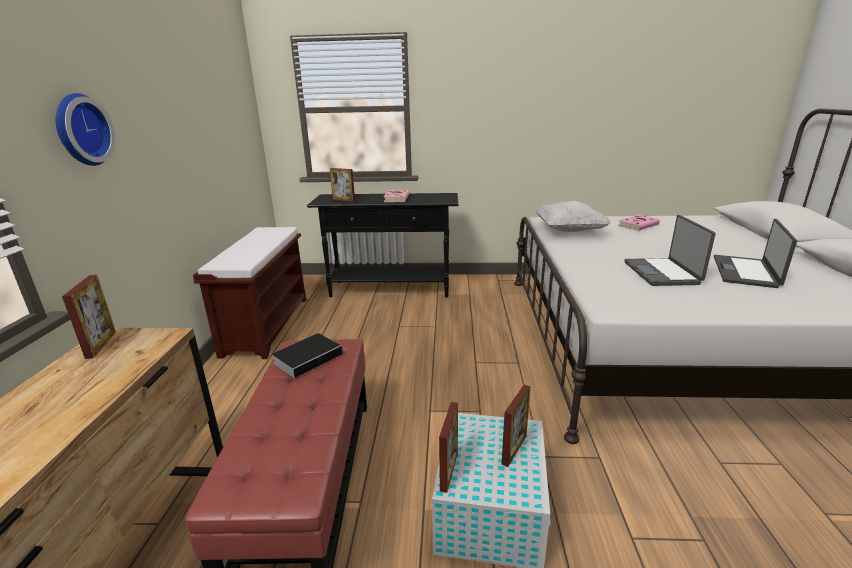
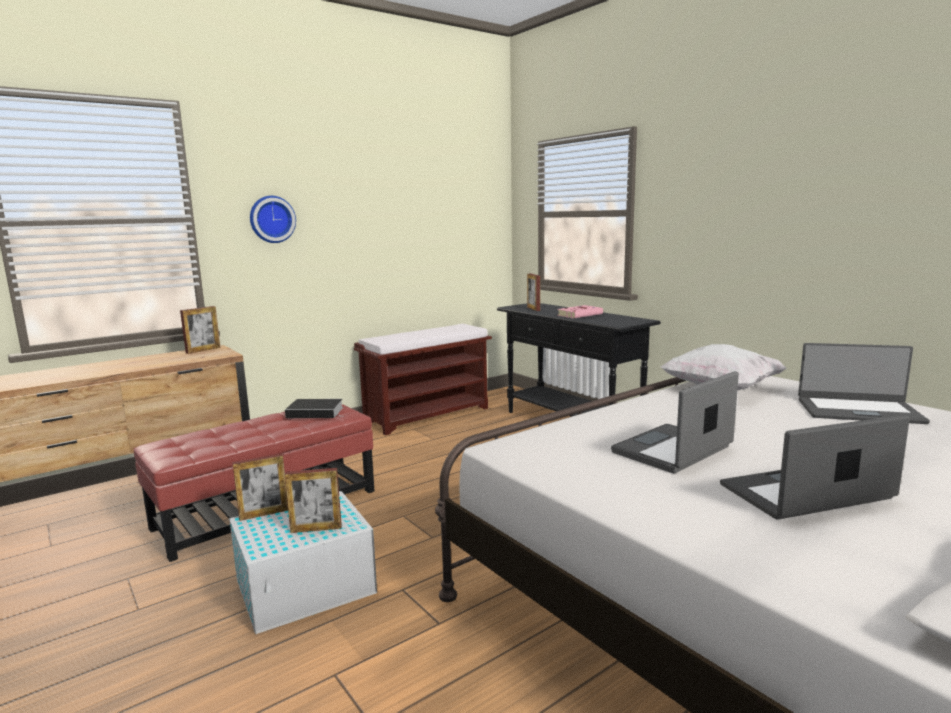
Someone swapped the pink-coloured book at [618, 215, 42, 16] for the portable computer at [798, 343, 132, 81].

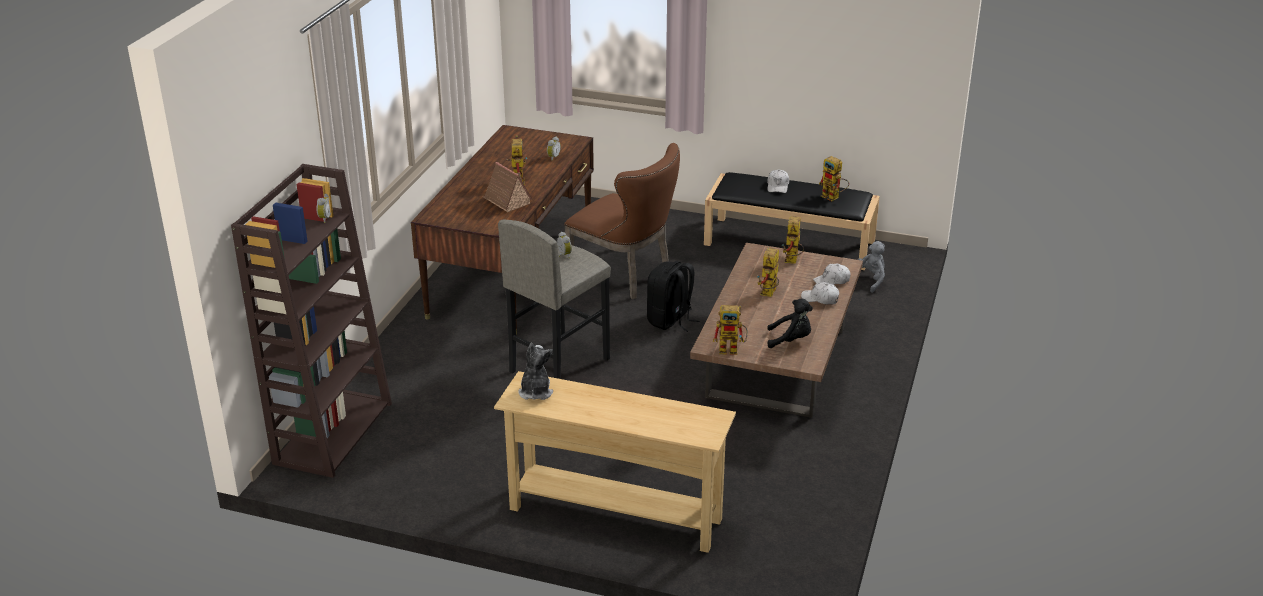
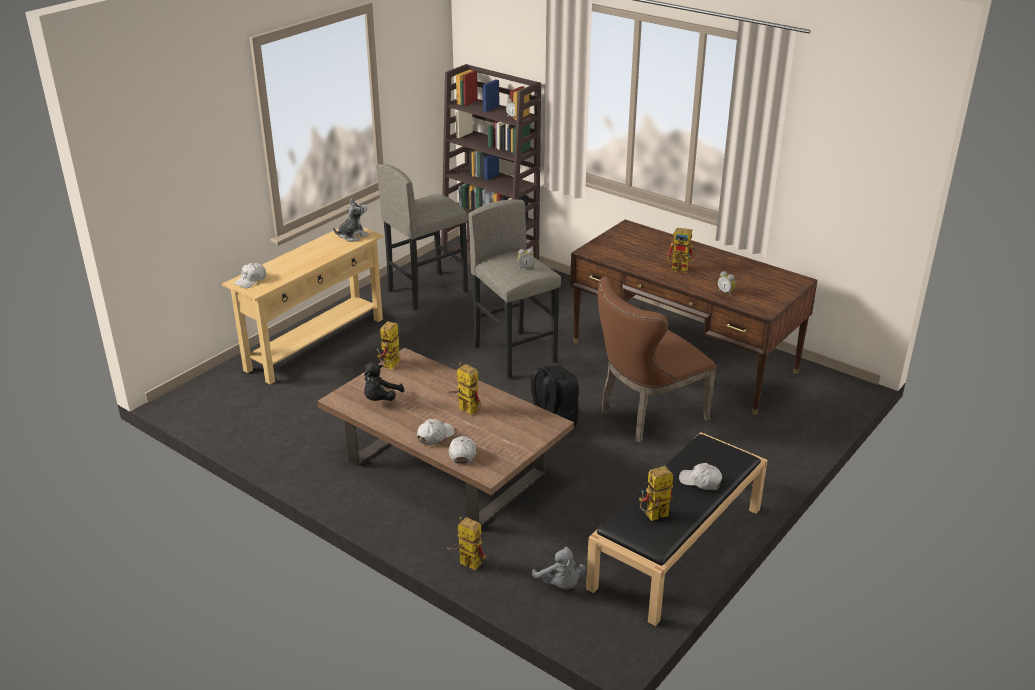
Someone put down the white baseball cap at [234, 263, 32, 25].
Someone rotated the plush toy at [518, 343, 35, 57] by 60 degrees counterclockwise.
Someone put down the grey stool seat at [376, 164, 92, 147].
Someone carried the toy robot from [782, 216, 22, 48] to [447, 517, 39, 54].
Someone took away the miniature house at [483, 162, 50, 50].

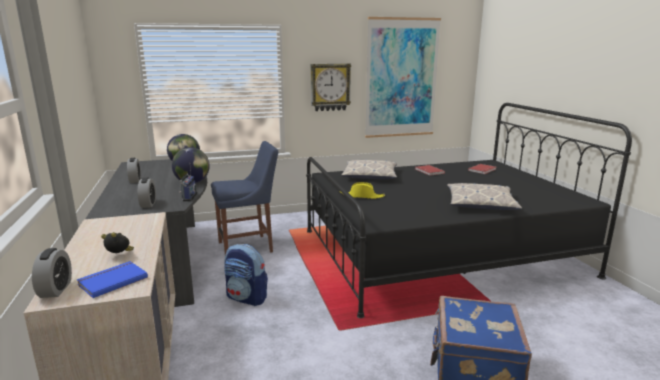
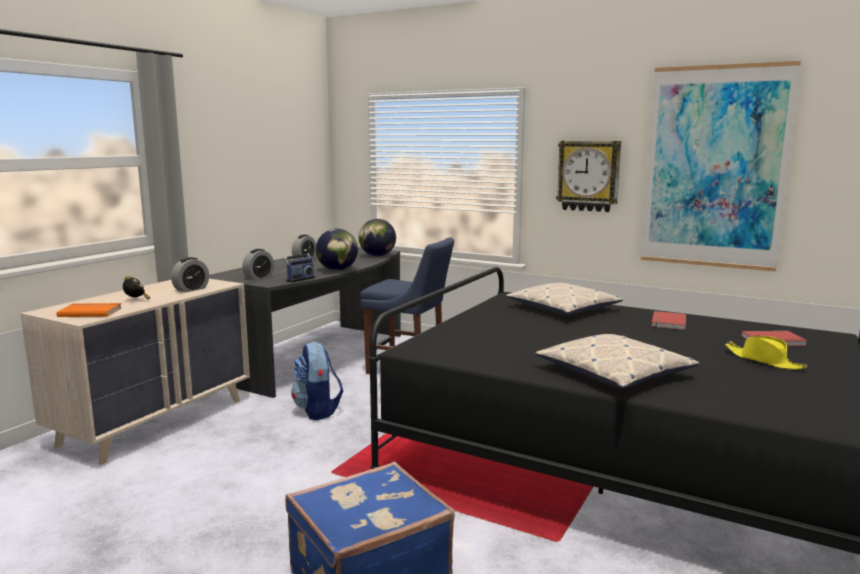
Someone repainted the blue book at [77, 261, 71, 37], which became the orange-coloured book at [56, 303, 66, 14].
Someone carried the table clock from [32, 248, 40, 50] to [171, 257, 38, 36].
Someone carried the yellow-coloured hat from [339, 182, 46, 17] to [725, 335, 82, 35].

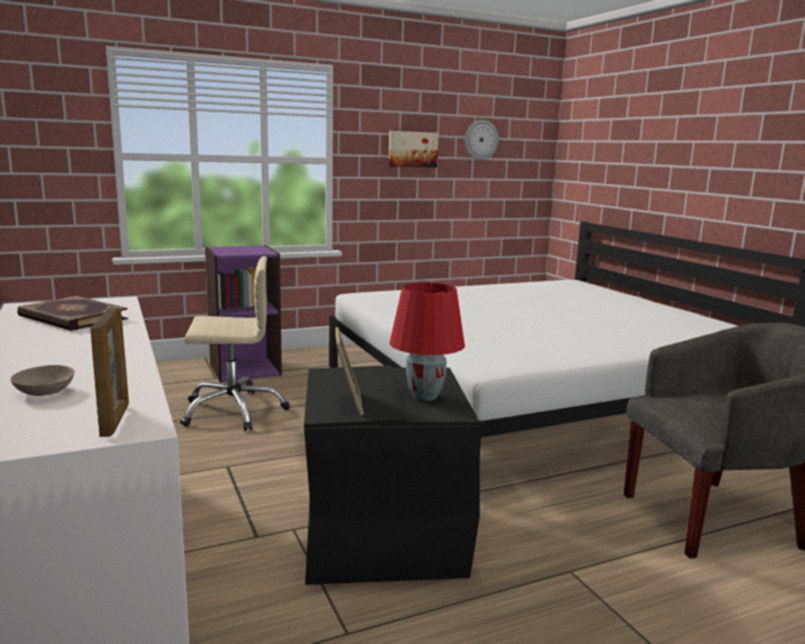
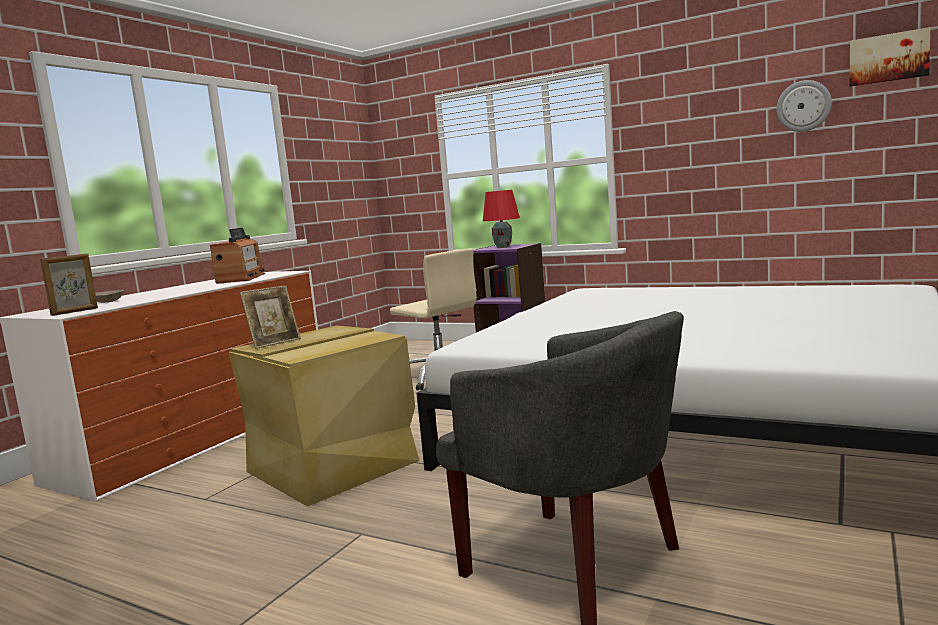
Someone swapped the book at [17, 296, 111, 35] for the radio receiver at [210, 228, 55, 56].
Someone repainted the black-coloured storage container at [304, 365, 176, 220], which became the beige-coloured storage container at [229, 326, 190, 181].
Someone carried the red tabletop lamp from [390, 283, 75, 118] to [483, 190, 37, 58].
Someone carried the wall picture from [388, 131, 51, 37] to [850, 27, 80, 60].

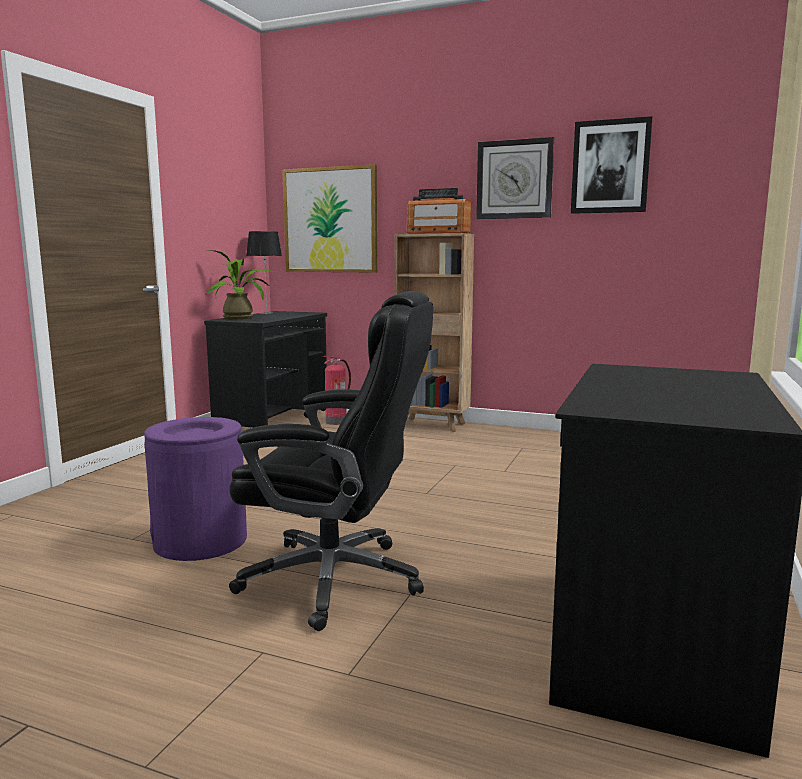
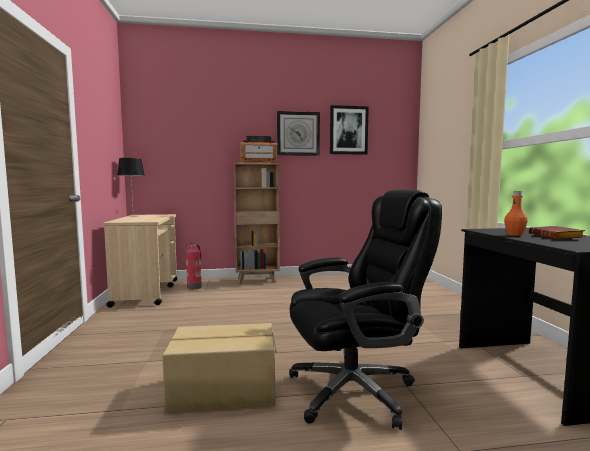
Someone repainted the black-coloured trolley at [204, 311, 123, 117], which became the beige-coloured trolley at [103, 214, 75, 94].
Someone swapped the purple-coloured rubbish bin at [144, 417, 103, 144] for the cardboard box at [162, 323, 113, 90].
Someone put down the orange-coloured bottle at [504, 191, 24, 45].
Someone put down the brown-coloured book at [529, 226, 56, 13].
Someone took away the houseplant at [205, 250, 70, 70].
Someone took away the wall picture at [282, 164, 95, 109].

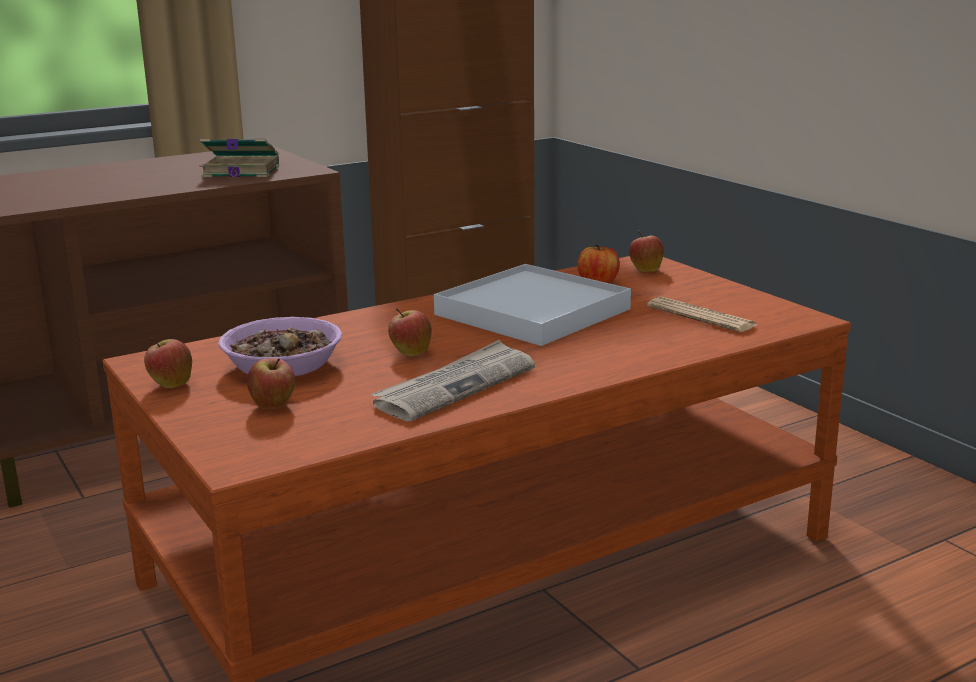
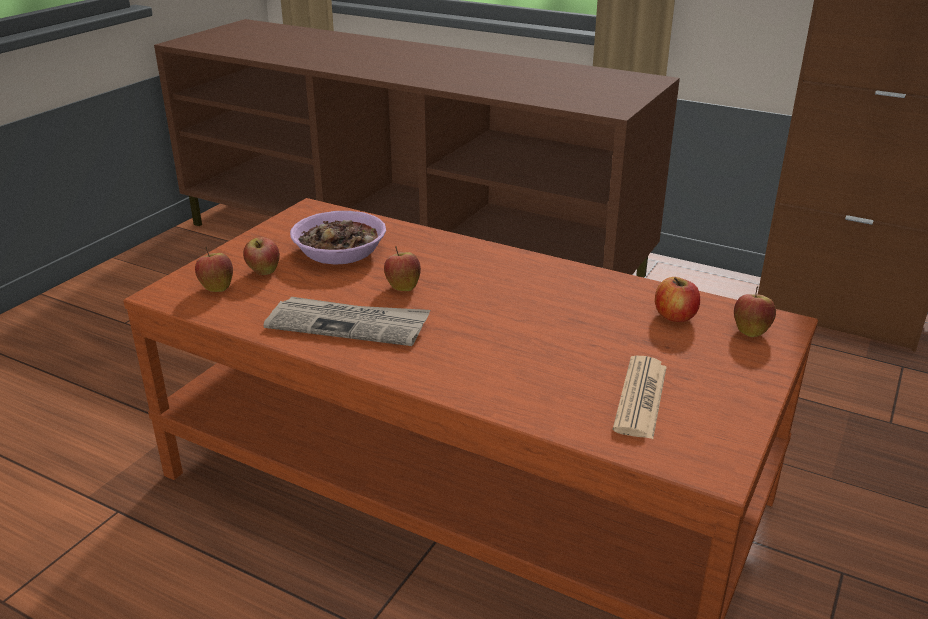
Someone carried the apple fruit from [144, 337, 48, 51] to [195, 247, 38, 45].
Someone took away the book at [200, 139, 79, 38].
Someone took away the white tray at [434, 264, 197, 82].

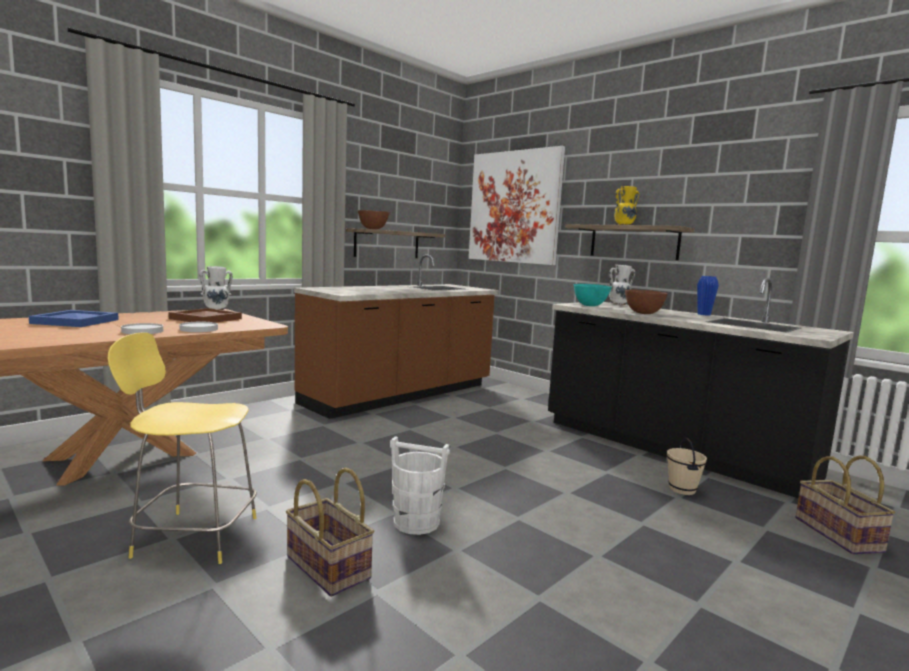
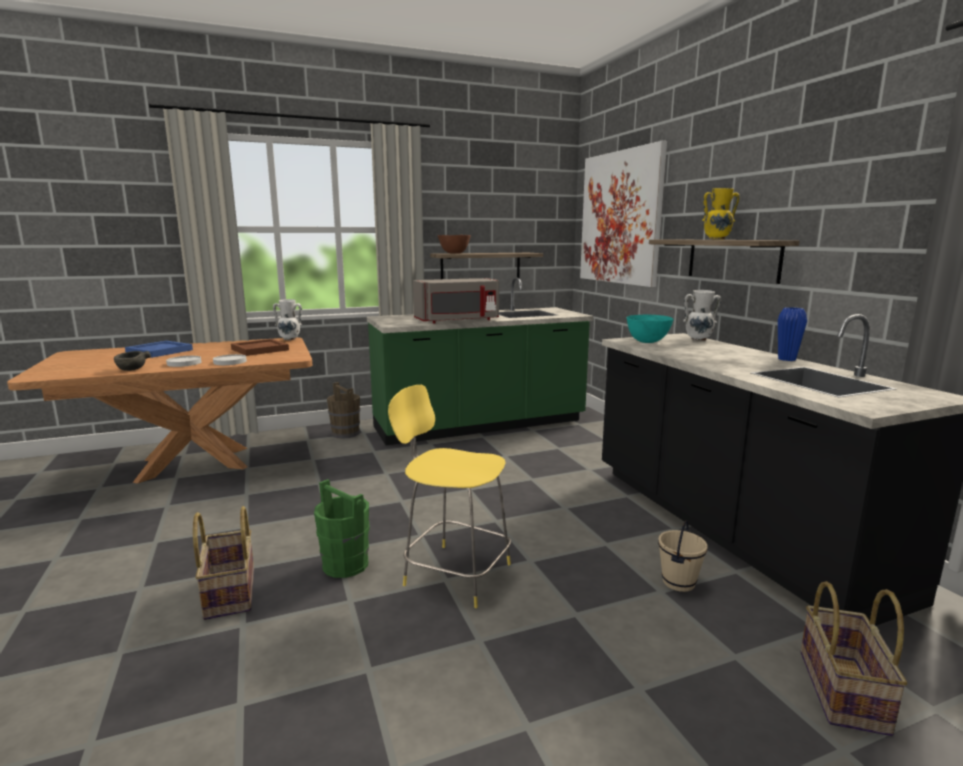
Someone put down the grey deep dish at [114, 351, 37, 20].
Someone repainted the white pail at [390, 436, 60, 99], which became the green pail at [314, 479, 55, 99].
Someone put down the brown-coloured pail at [327, 382, 33, 57].
Someone repainted the brown-coloured counter at [294, 255, 205, 164], which became the green counter at [367, 277, 226, 168].
Someone carried the yellow-coloured stool seat from [108, 332, 149, 232] to [388, 385, 123, 223].
Someone put down the grey microwave at [413, 278, 86, 46].
Someone took away the brown-coloured deep dish at [625, 289, 43, 25].

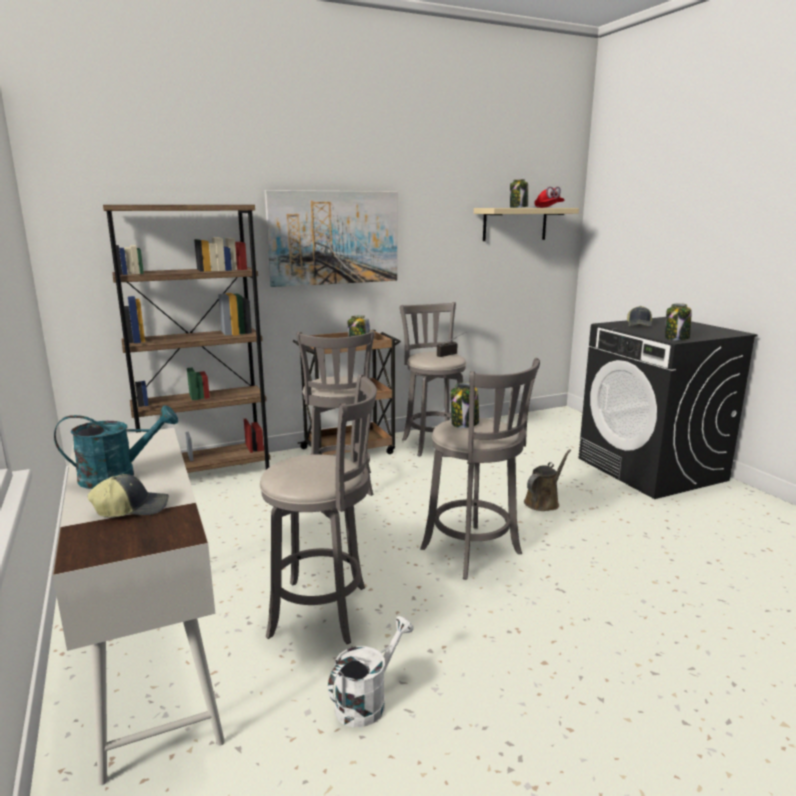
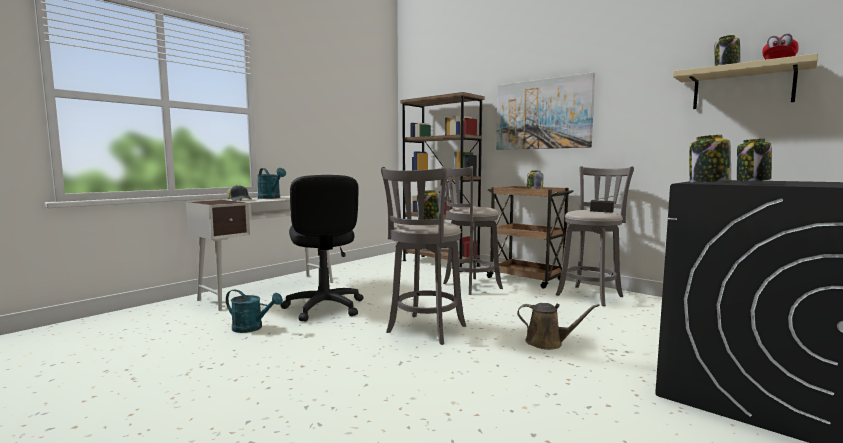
Someone repainted the white sprinkling can at [328, 616, 86, 112], which became the turquoise sprinkling can at [226, 289, 57, 44].
Someone swapped the grey stool seat at [260, 374, 117, 270] for the black-coloured computer chair at [280, 175, 84, 147].
Someone swapped the baseball cap at [627, 306, 25, 20] for the preserve jar at [737, 138, 35, 43].

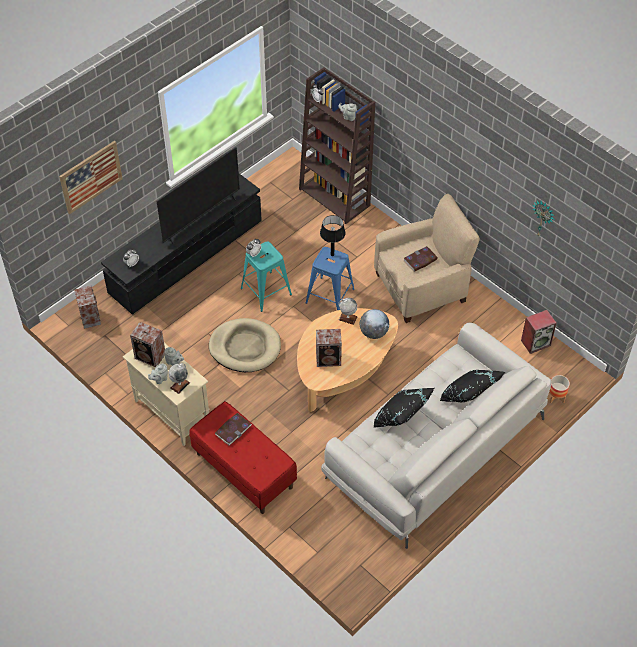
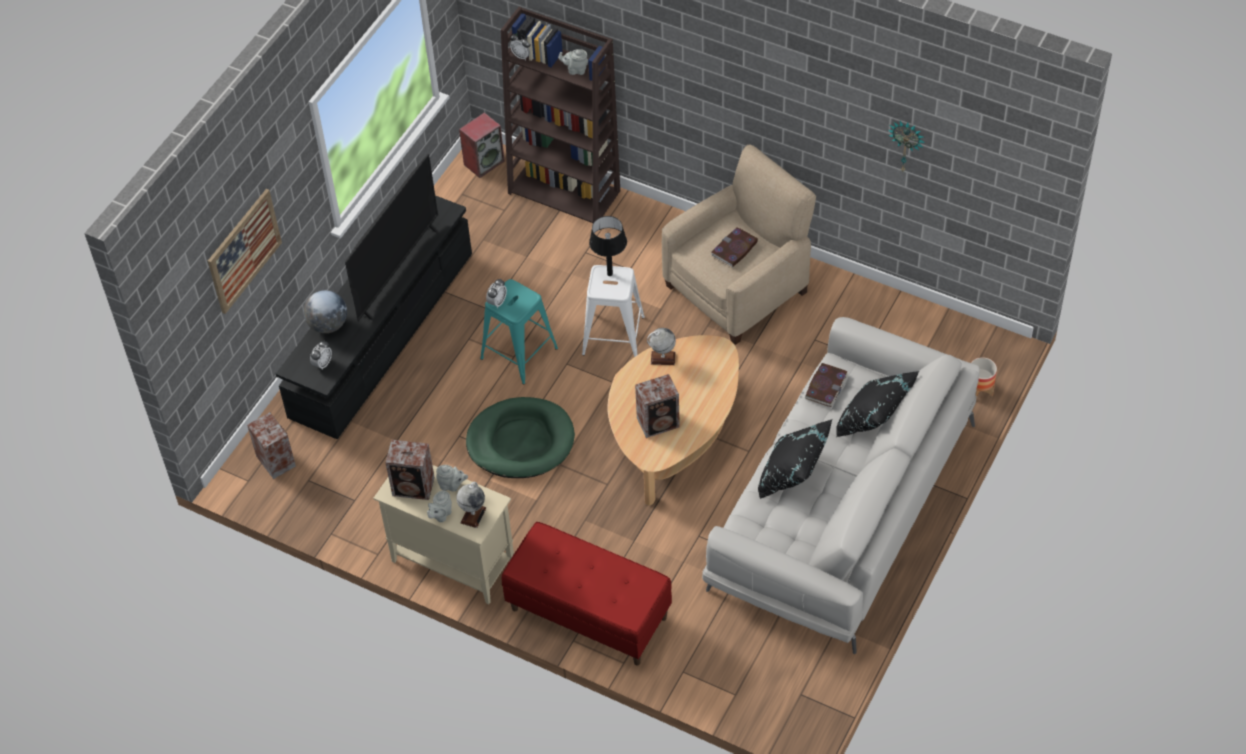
Someone carried the desk globe from [360, 309, 29, 30] to [304, 290, 43, 43].
Someone carried the audio speaker from [521, 310, 35, 44] to [459, 112, 46, 66].
Someone repainted the beige-coloured dog bed at [209, 318, 72, 54], which became the green dog bed at [466, 397, 109, 81].
Someone repainted the blue stool seat at [305, 247, 50, 63], which became the white stool seat at [582, 265, 63, 92].
Someone carried the book from [215, 413, 36, 33] to [805, 363, 43, 44].

